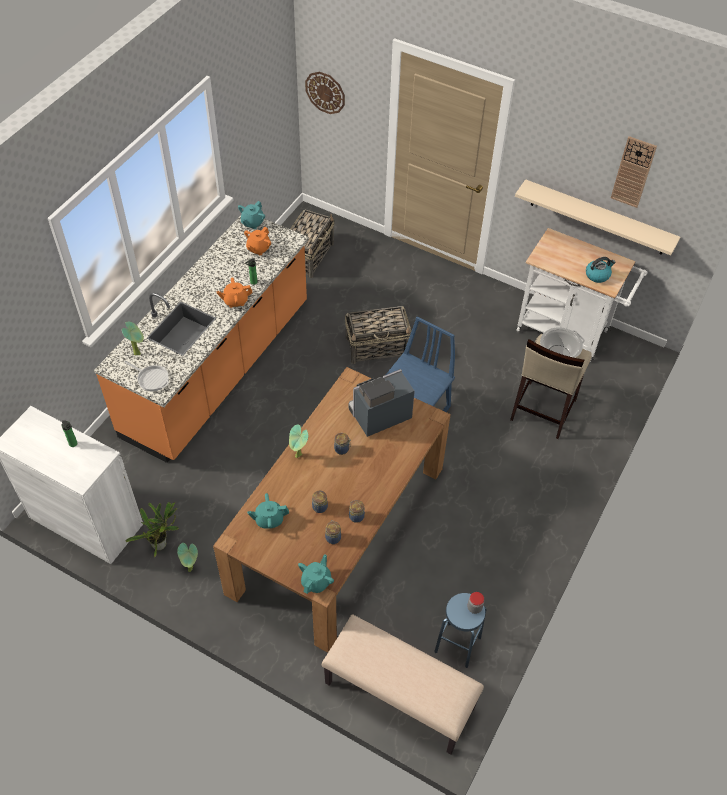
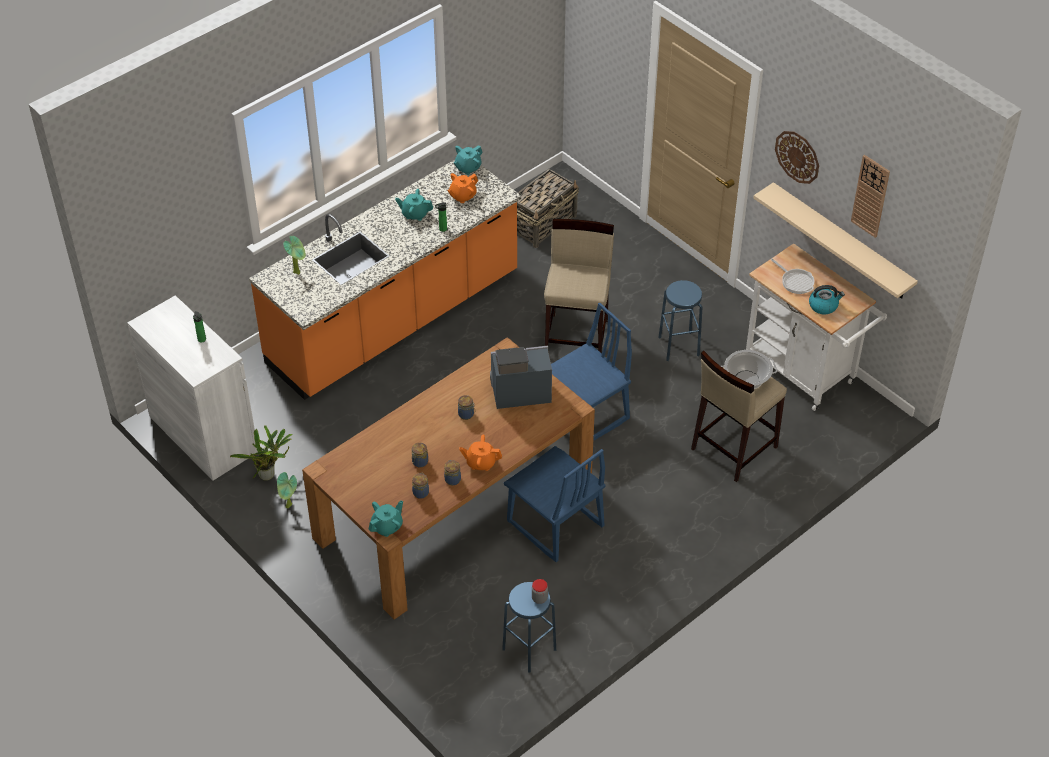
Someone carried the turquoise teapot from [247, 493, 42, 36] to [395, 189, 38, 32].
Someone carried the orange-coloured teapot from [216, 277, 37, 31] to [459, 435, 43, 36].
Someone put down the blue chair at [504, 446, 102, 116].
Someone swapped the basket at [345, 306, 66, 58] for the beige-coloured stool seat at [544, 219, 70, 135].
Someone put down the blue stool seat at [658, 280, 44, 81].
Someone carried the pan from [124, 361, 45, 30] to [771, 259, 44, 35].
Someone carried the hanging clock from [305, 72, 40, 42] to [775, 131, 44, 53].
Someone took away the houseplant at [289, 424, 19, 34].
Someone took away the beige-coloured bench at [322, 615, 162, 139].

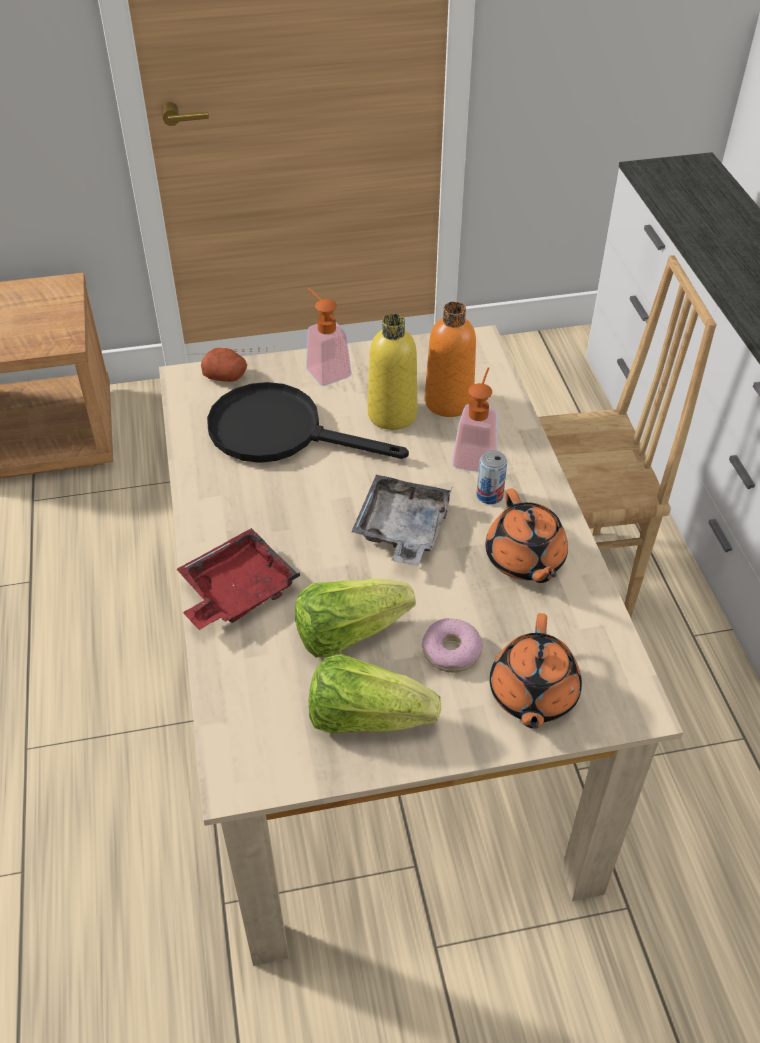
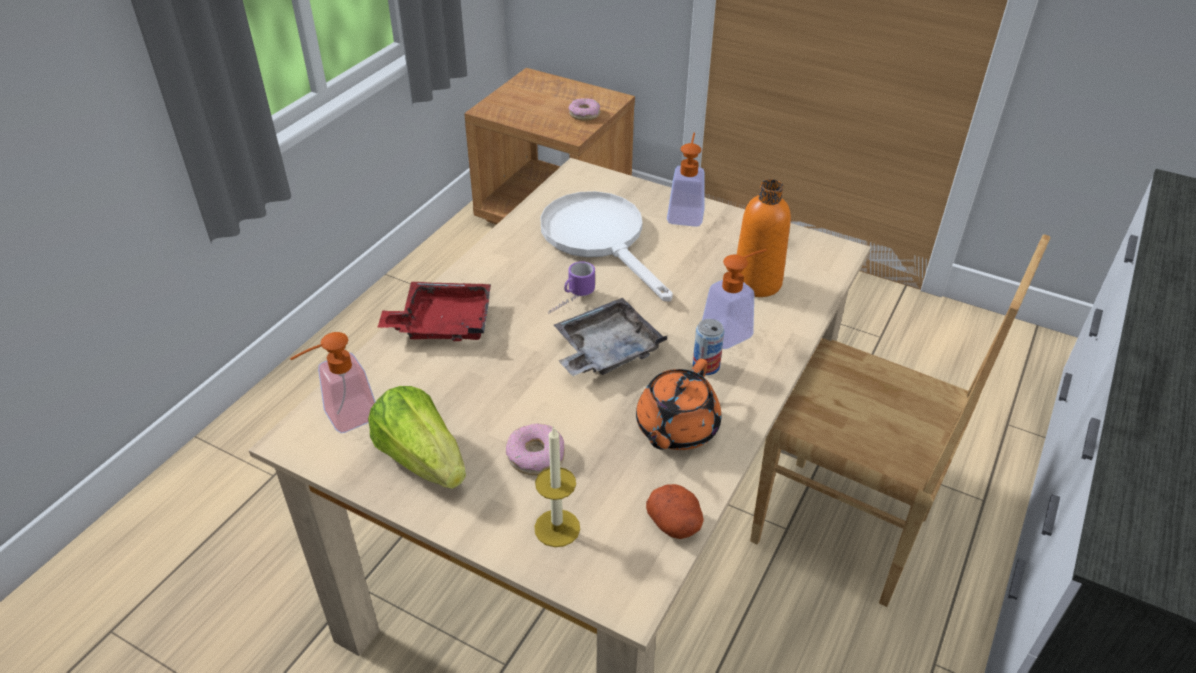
Someone put down the liquid soap bottle at [290, 332, 85, 101].
Someone swapped the orange-coloured teapot at [490, 613, 92, 115] for the wax candle at [534, 426, 46, 121].
Someone repainted the black-coloured pan at [207, 382, 202, 81], which became the white pan at [540, 191, 133, 111].
Someone put down the coffee mug at [549, 261, 46, 52].
Someone put down the doughnut at [568, 98, 33, 23].
Someone carried the spud from [201, 348, 46, 34] to [646, 484, 58, 55].
Someone took away the lettuce at [295, 578, 121, 80].
Someone took away the yellow-coloured bottle at [368, 314, 49, 116].

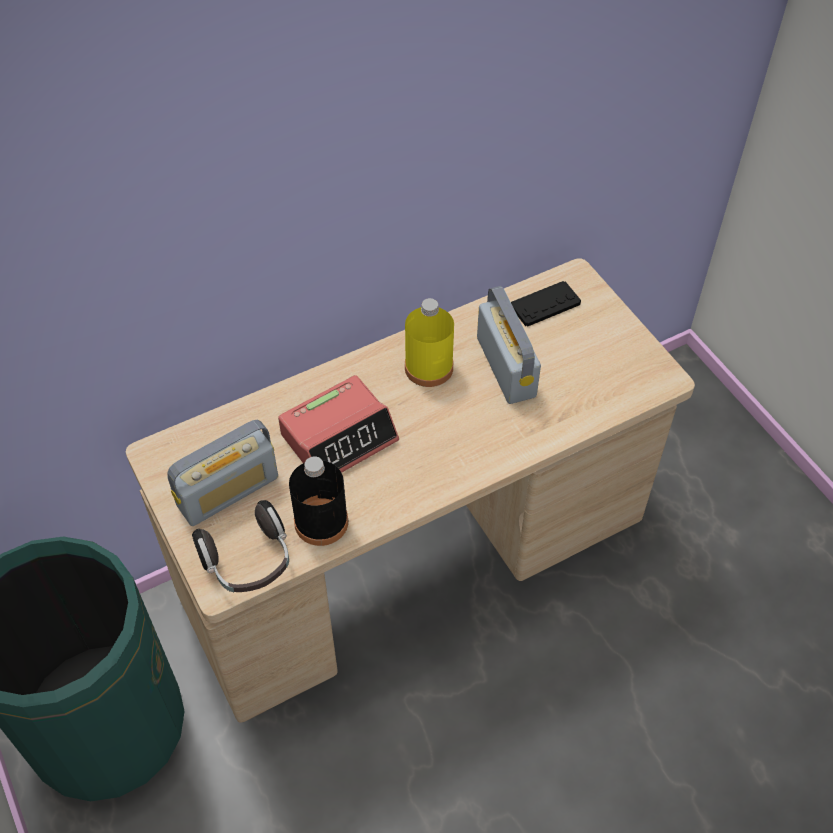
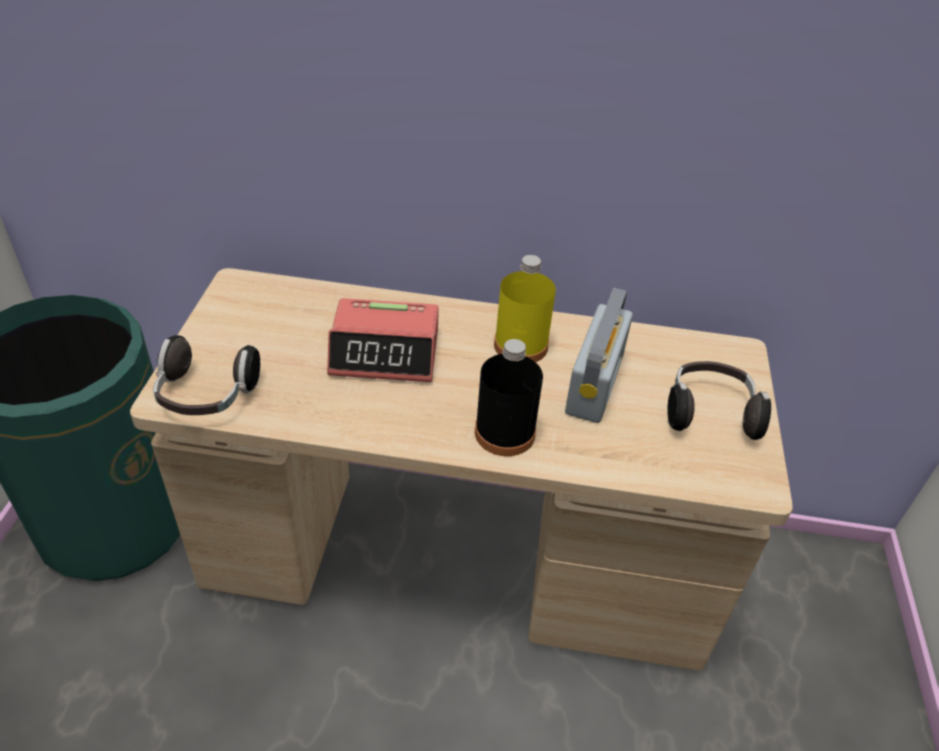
Someone carried the black-coloured bottle from [289, 456, 59, 90] to [475, 339, 68, 117].
Someone put down the headset at [667, 361, 104, 79].
Someone took away the radio receiver at [167, 420, 111, 106].
Someone took away the black-coloured joypad at [511, 281, 70, 46].

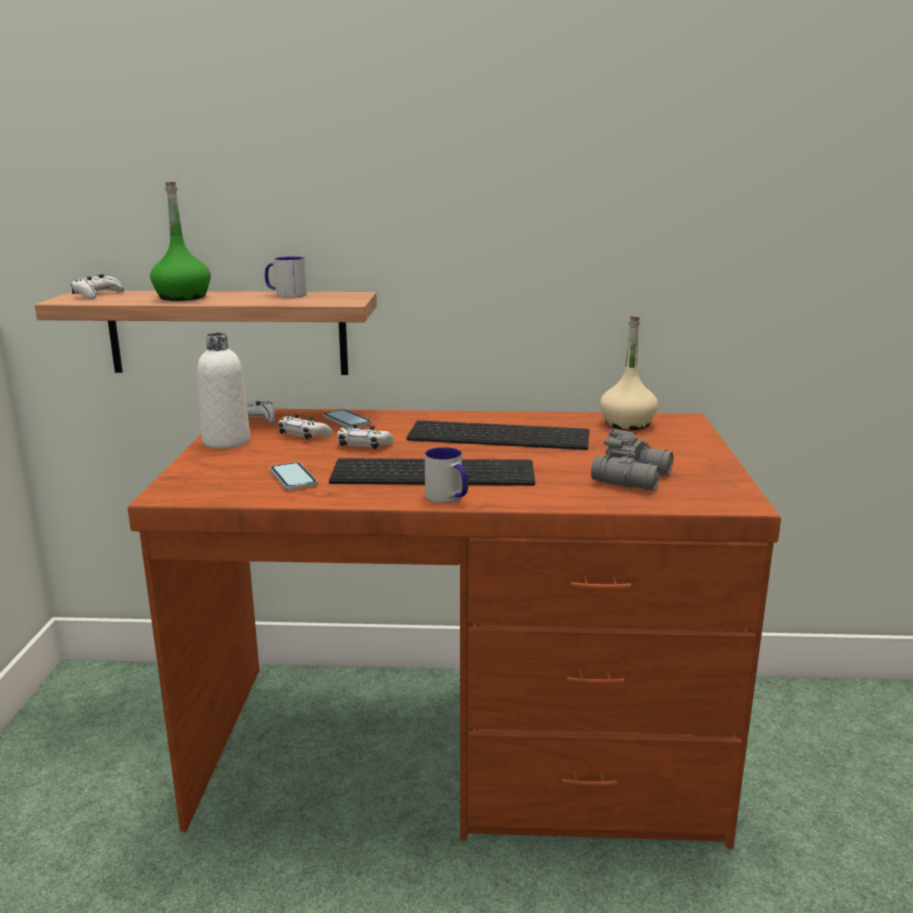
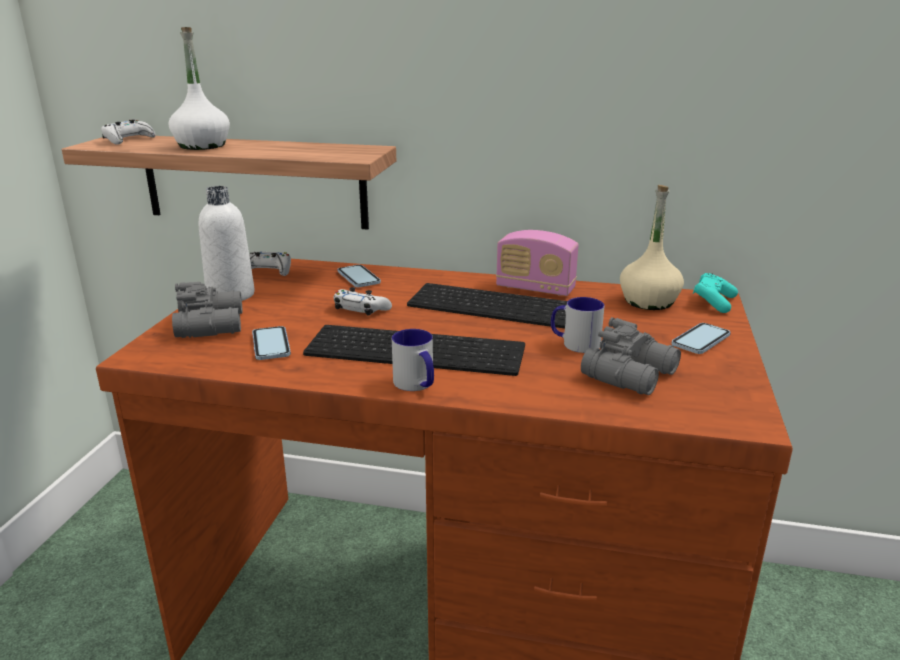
Someone repainted the green bottle at [150, 182, 61, 119], which became the white bottle at [169, 27, 61, 123].
Someone put down the grey binoculars at [172, 282, 70, 56].
Someone put down the radio receiver at [496, 230, 83, 66].
Someone carried the coffee mug from [265, 257, 42, 41] to [551, 297, 53, 56].
Someone put down the telephone at [671, 323, 60, 31].
Someone put down the turquoise joypad at [693, 273, 45, 40].
Someone took away the white joypad at [278, 414, 55, 25].

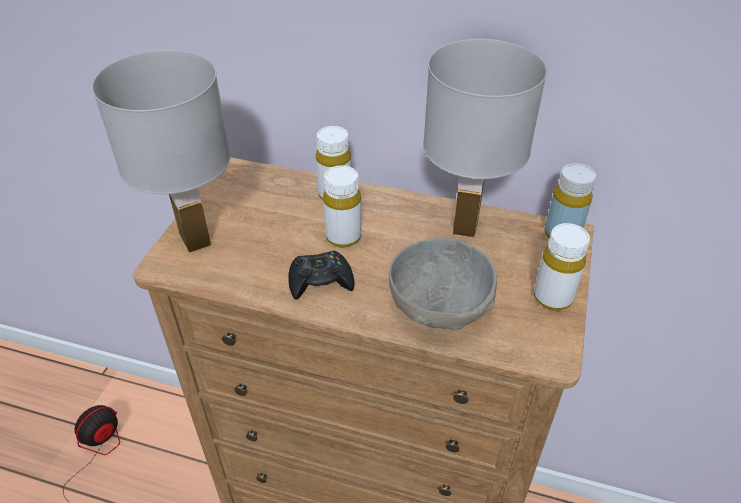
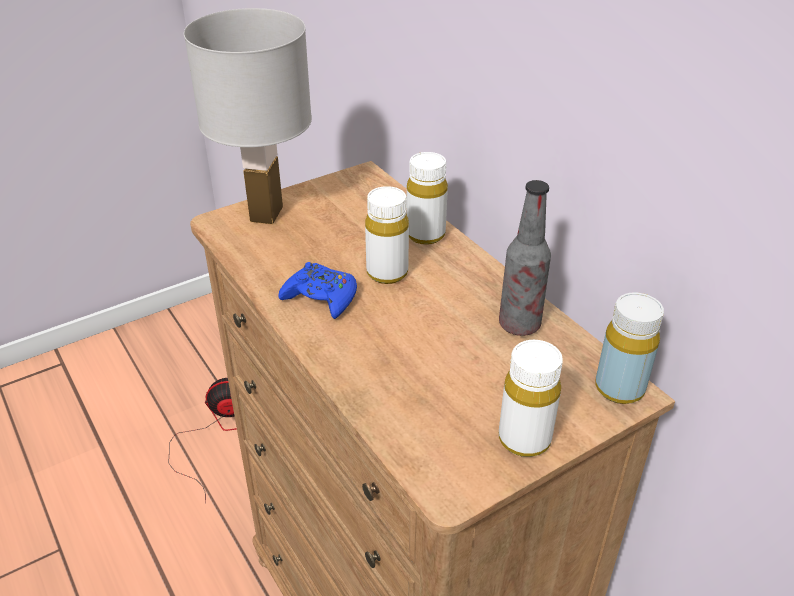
Someone repainted the black-coloured joypad at [288, 251, 67, 49], which became the blue joypad at [278, 262, 79, 57].
Someone swapped the white tabletop lamp at [423, 39, 124, 199] for the bottle at [499, 180, 52, 156].
Someone took away the grey deep dish at [389, 238, 108, 92].

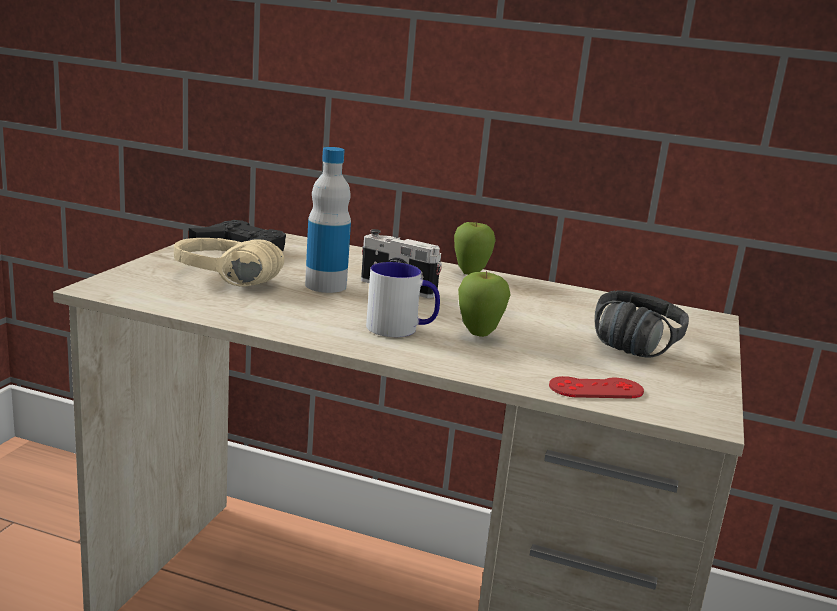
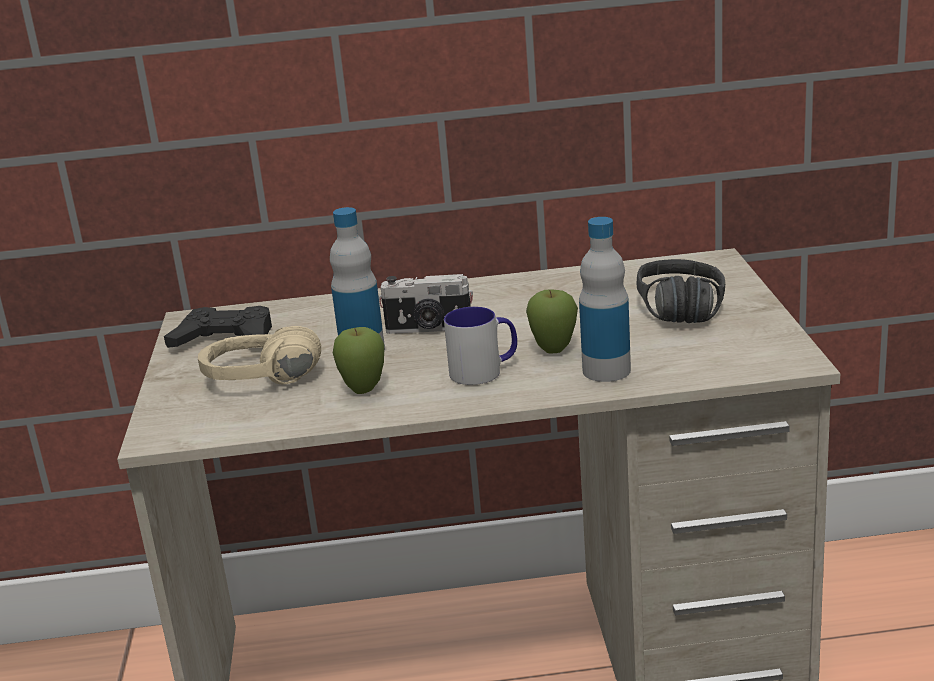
Someone carried the apple fruit from [454, 222, 42, 53] to [333, 327, 51, 67].
Someone put down the bottle at [579, 217, 52, 165].
Someone took away the red joypad at [549, 376, 95, 22].

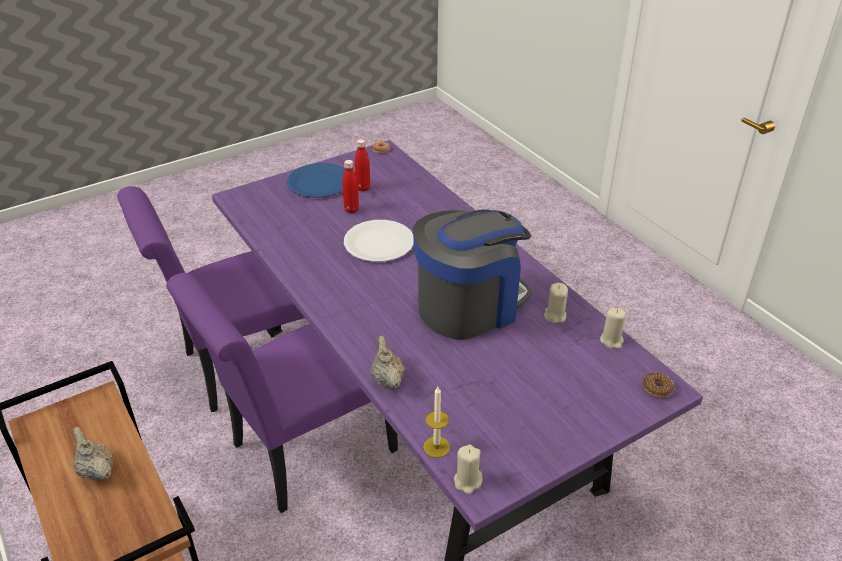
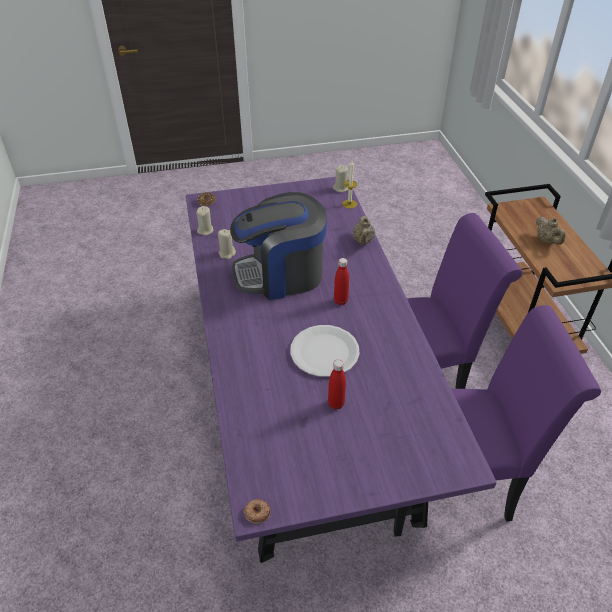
Someone carried the red bottle from [355, 139, 15, 53] to [334, 258, 15, 47].
Someone took away the blue plate at [287, 163, 58, 35].

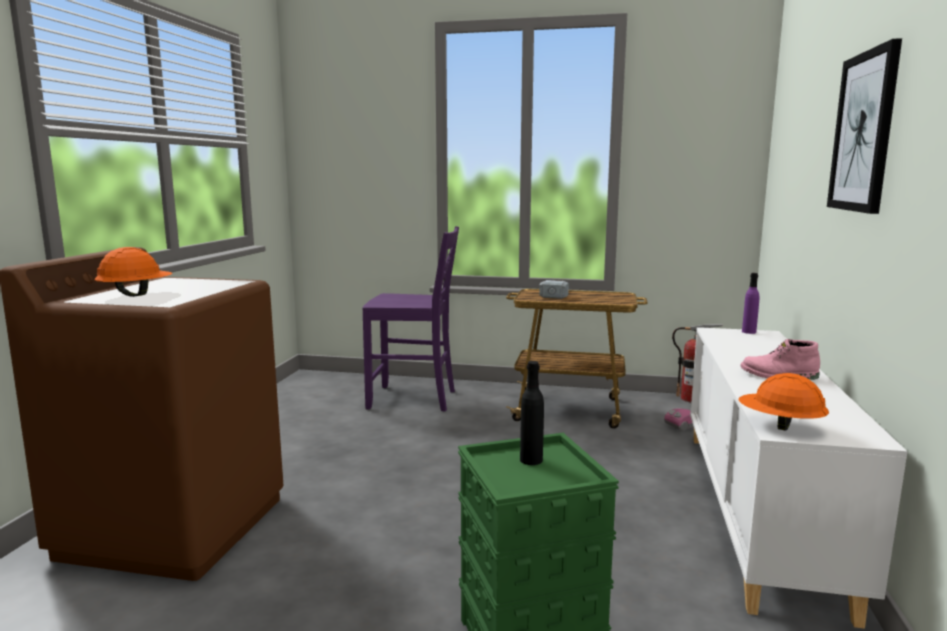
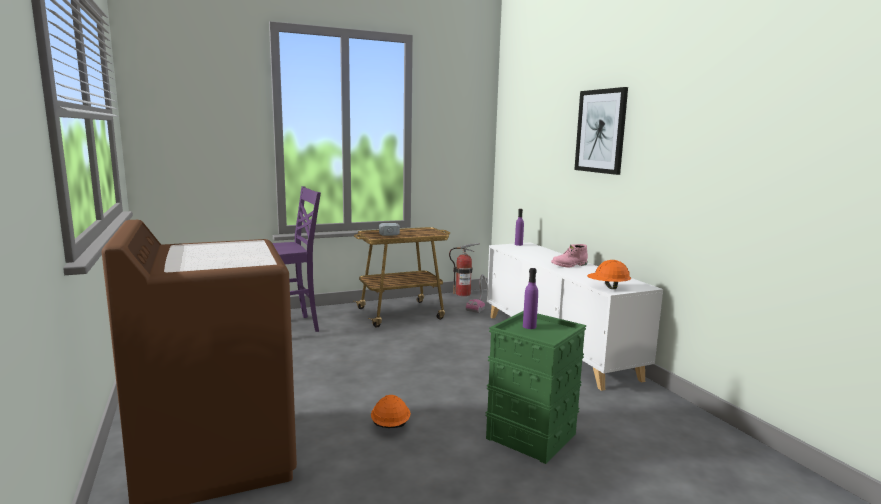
Someone carried the orange-coloured hard hat from [94, 247, 78, 50] to [371, 395, 40, 33].
Someone repainted the black-coloured bottle at [520, 361, 24, 104], which became the purple-coloured bottle at [523, 268, 15, 61].

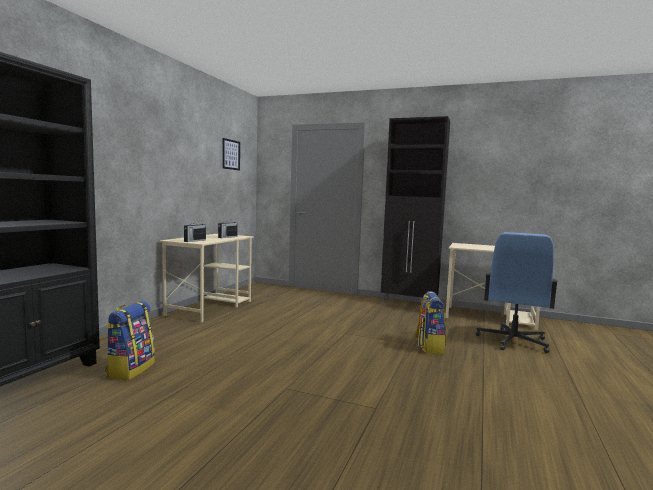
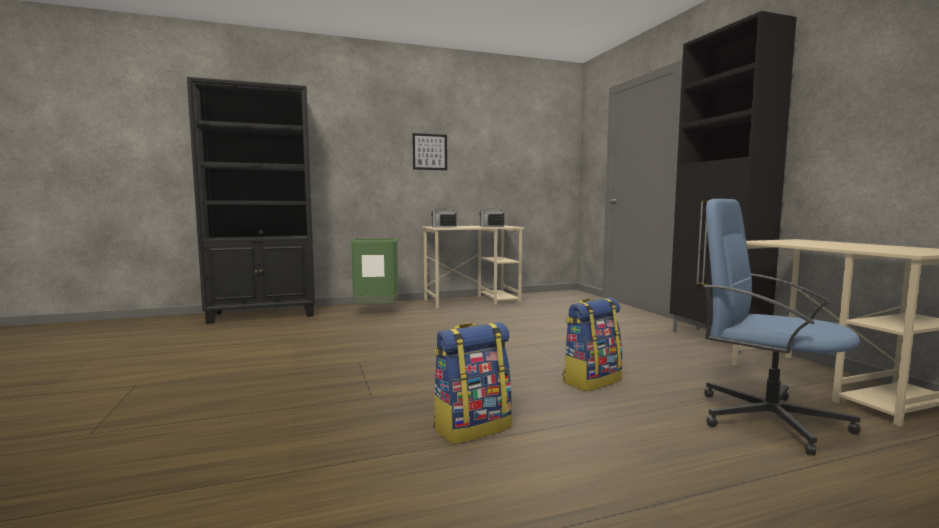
Someone put down the green rubbish bin at [350, 238, 48, 66].
Someone carried the wall picture from [222, 138, 18, 32] to [412, 133, 35, 37].
Someone carried the backpack from [105, 301, 50, 79] to [433, 322, 79, 122].
Someone rotated the blue computer chair at [475, 232, 84, 121] by 60 degrees clockwise.

